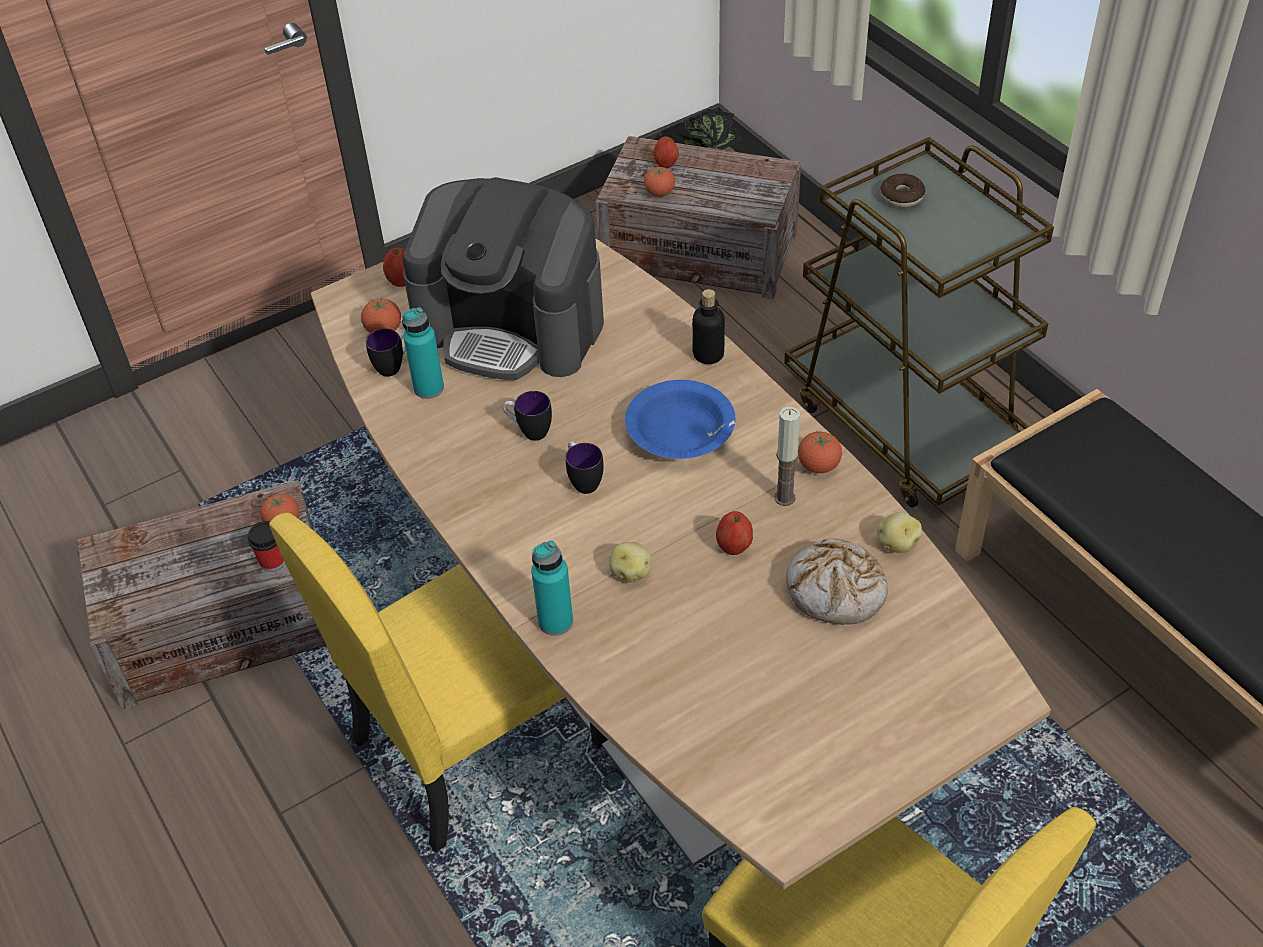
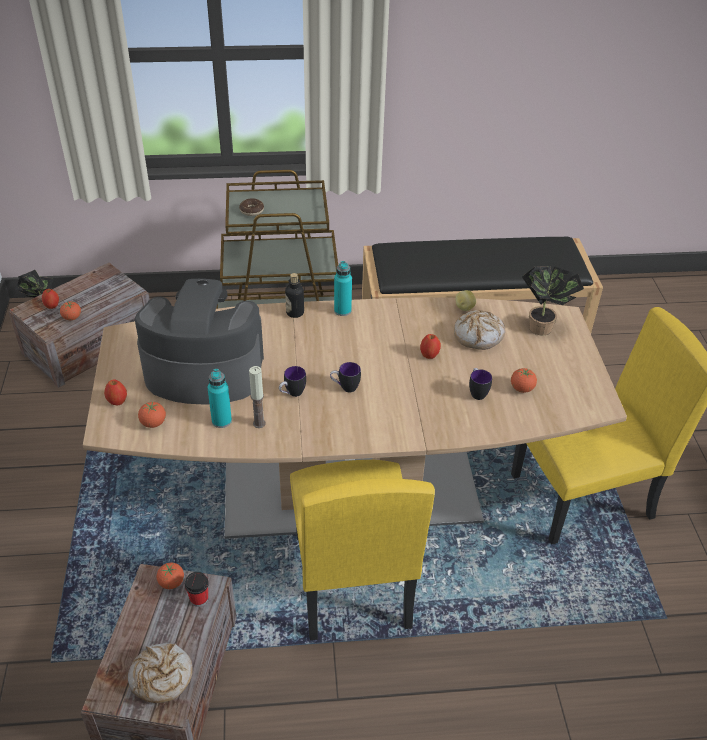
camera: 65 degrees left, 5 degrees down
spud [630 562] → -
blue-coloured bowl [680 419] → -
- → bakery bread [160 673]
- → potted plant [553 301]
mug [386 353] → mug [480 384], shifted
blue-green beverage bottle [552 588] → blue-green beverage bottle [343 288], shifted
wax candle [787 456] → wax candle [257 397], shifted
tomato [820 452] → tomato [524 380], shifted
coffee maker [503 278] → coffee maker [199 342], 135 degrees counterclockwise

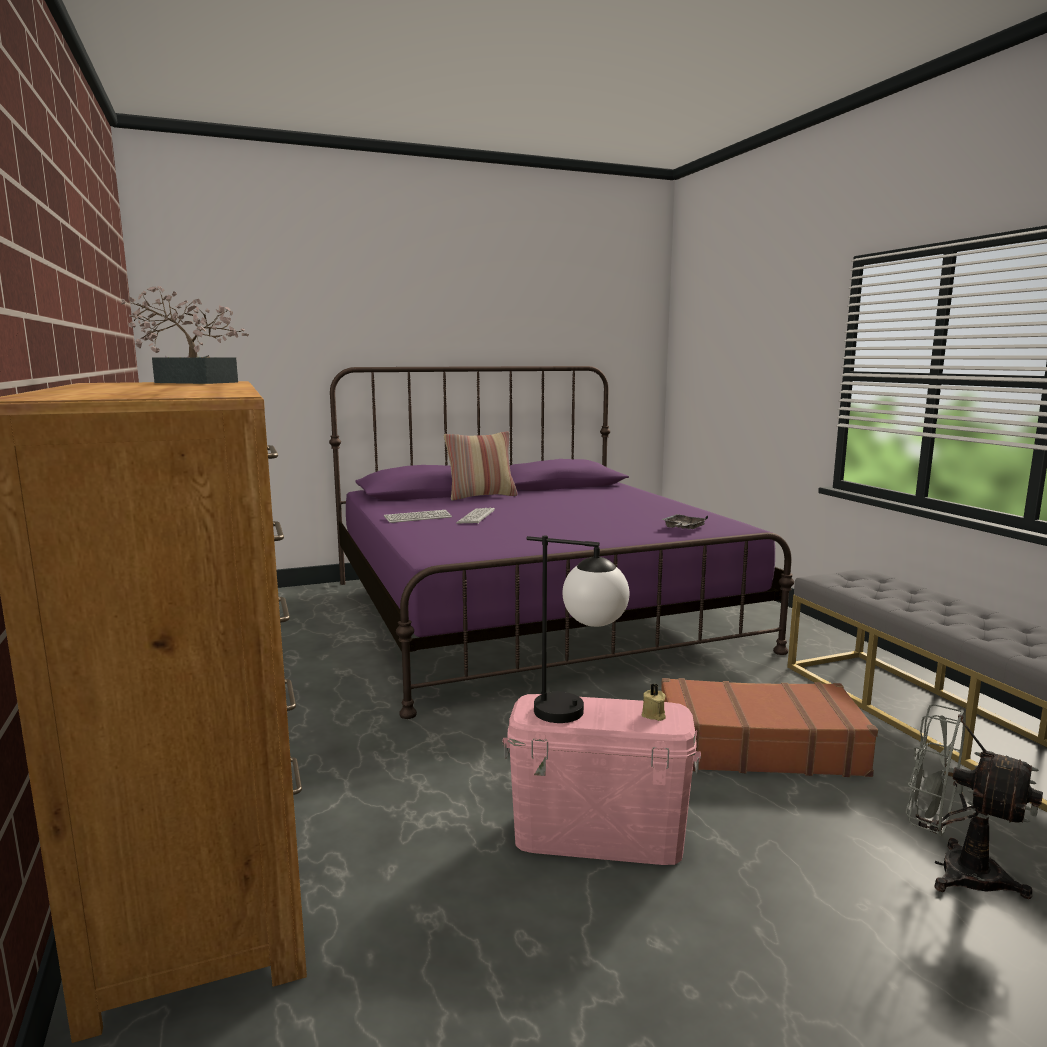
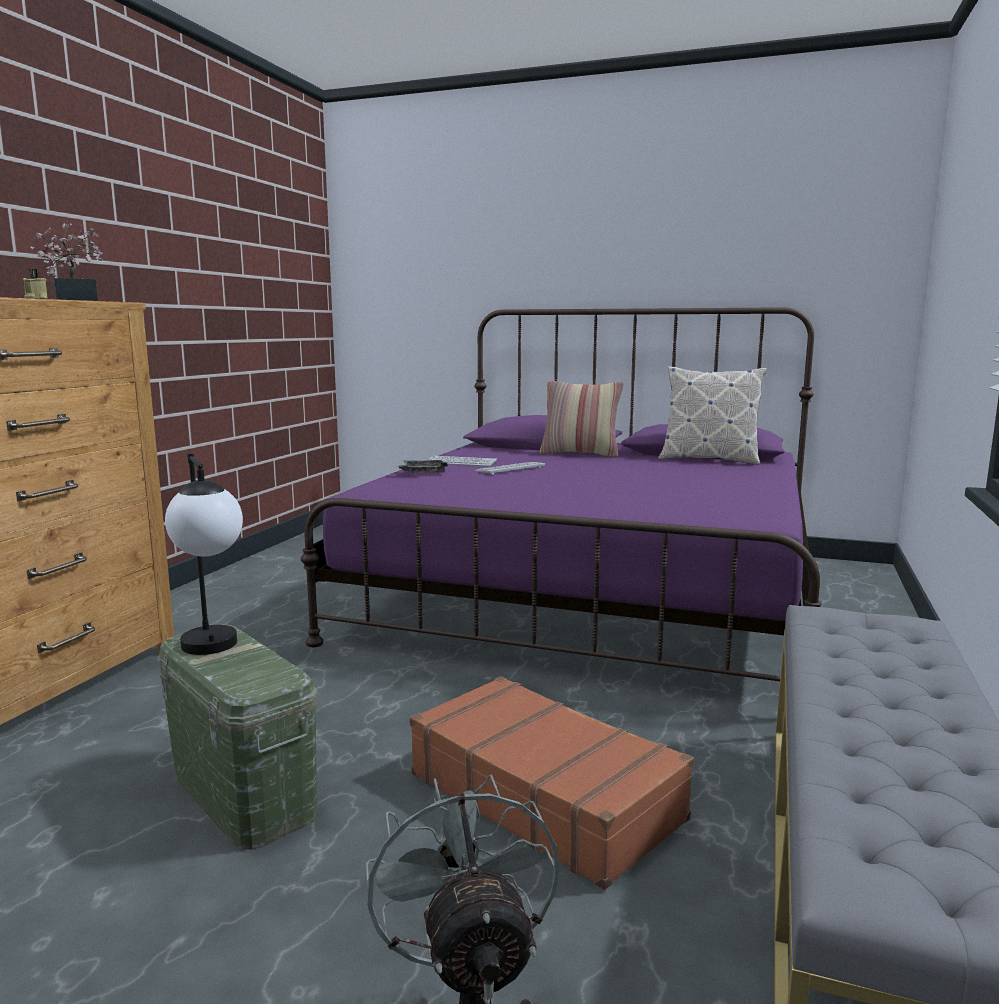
camera: 40 degrees right, 0 degrees up
- → throw pillow [712 415]
sand-coloured wax candle [653 702] → sand-coloured wax candle [35 284], shifted
greyish carrying tray [685 522] → greyish carrying tray [421 466], shifted
pink storage bin [602 779] → green-coloured storage bin [237 737]

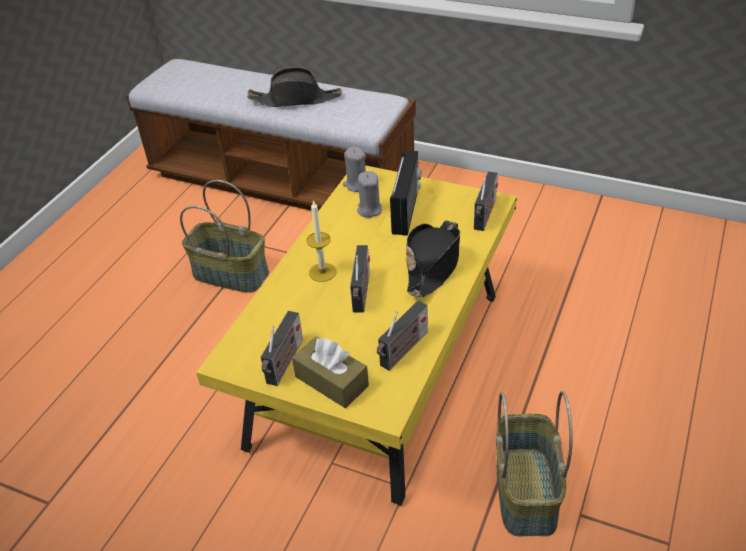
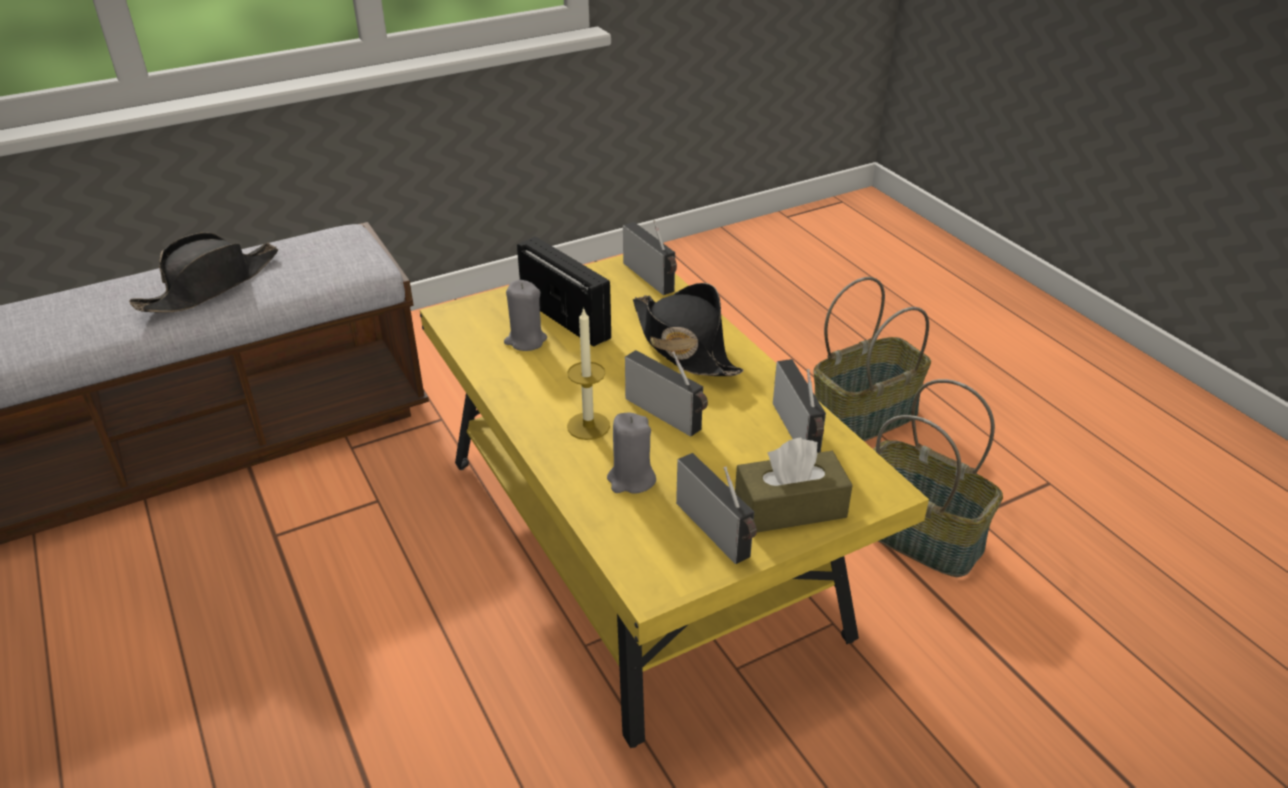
camera: 55 degrees left, 5 degrees down
storage basket [224 236] → storage basket [872 359], shifted
greyish wax candle [354 169] → greyish wax candle [631 453], shifted

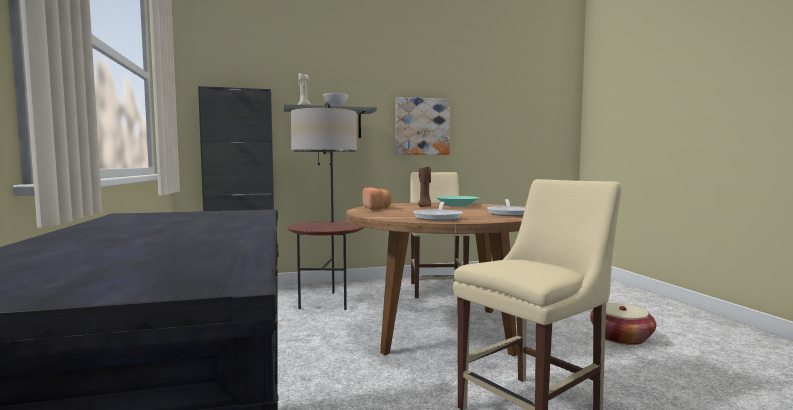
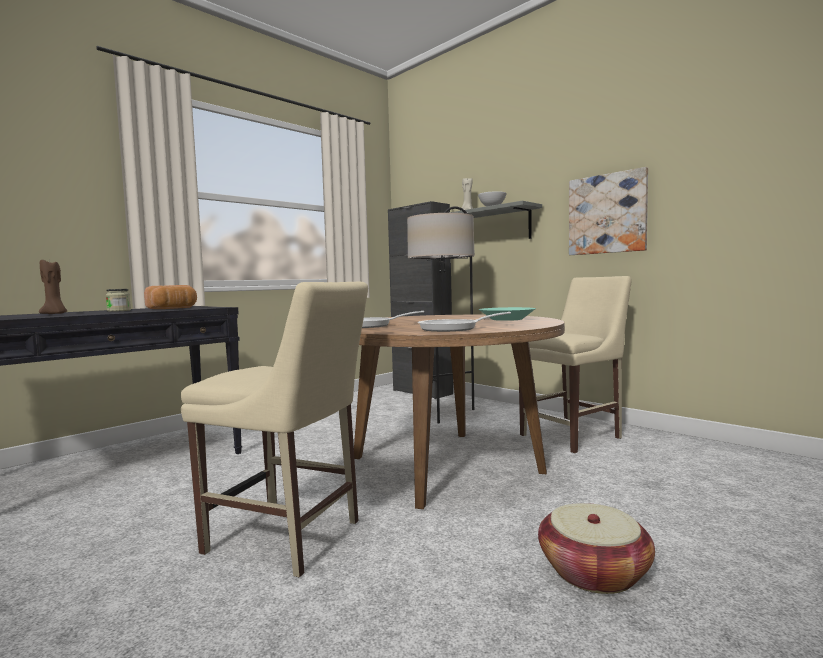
camera: 60 degrees right, 0 degrees up
- → storage jar [118 300]
bakery bread [376 198] → bakery bread [170 297], shifted
brown-coloured wax candle [424 187] → brown-coloured wax candle [53 286], shifted

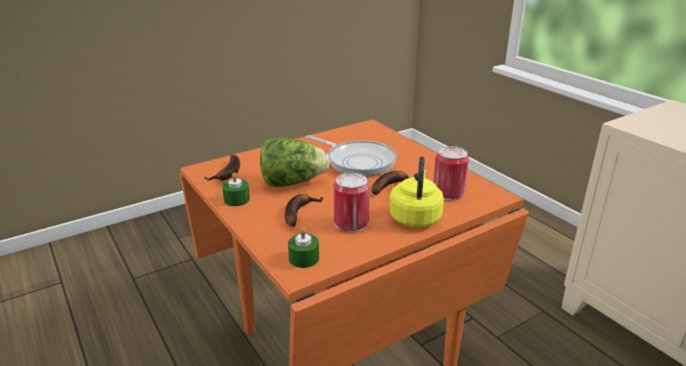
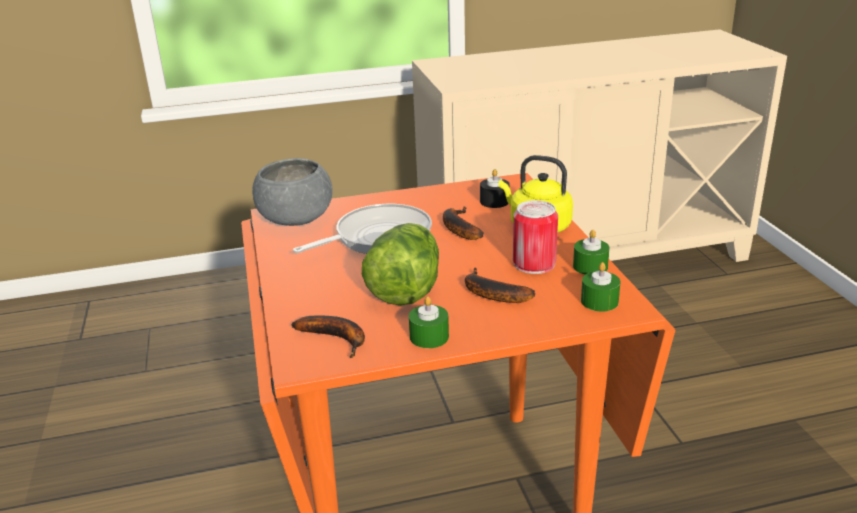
camera: 70 degrees left, 0 degrees up
- → greyish bowl [292 192]
- → green-coloured wax candle [591 252]
can [451 173] → blackish wax candle [495 188]

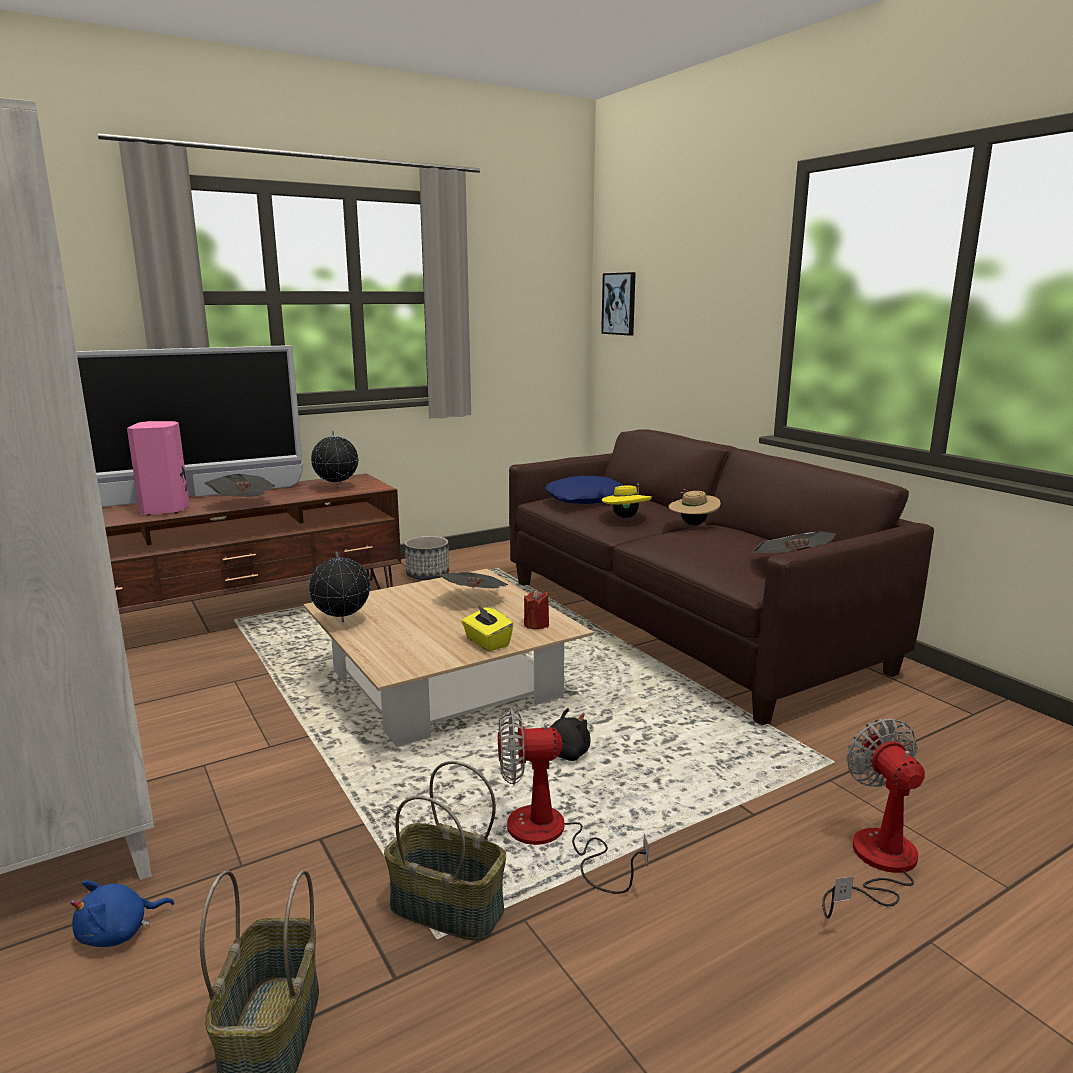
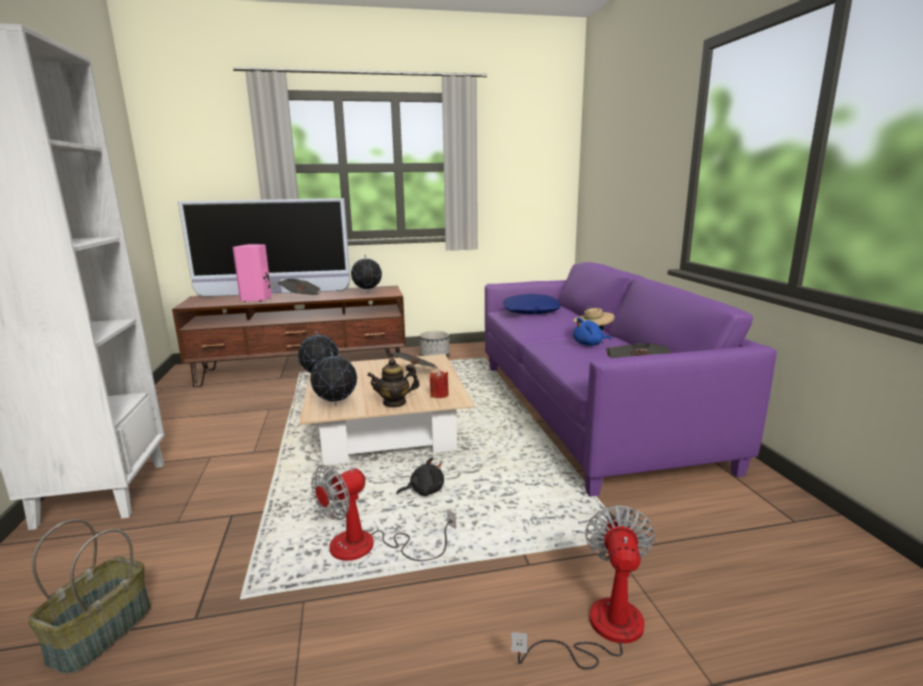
camera: 20 degrees right, 0 degrees up
storage basket [445 851] → -
wall picture [618 304] → -
yellow wearable hat [627 501] → -
- → world globe [333 378]
blue-coloured plush toy [122 914] → blue-coloured plush toy [592 331], shifted
yellow box of tissues [487 627] → pot for tea [393 382]
brown-coloured settee [721 577] → purple settee [631 379]
electric fan [573 801] → electric fan [383 513], 60 degrees counterclockwise

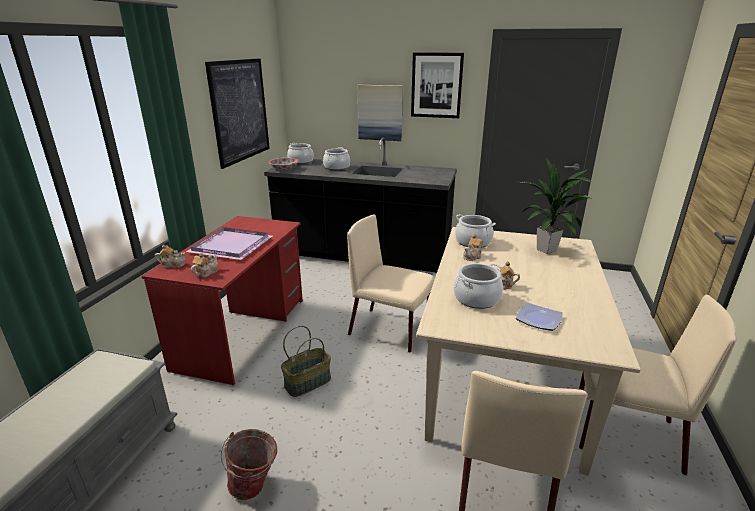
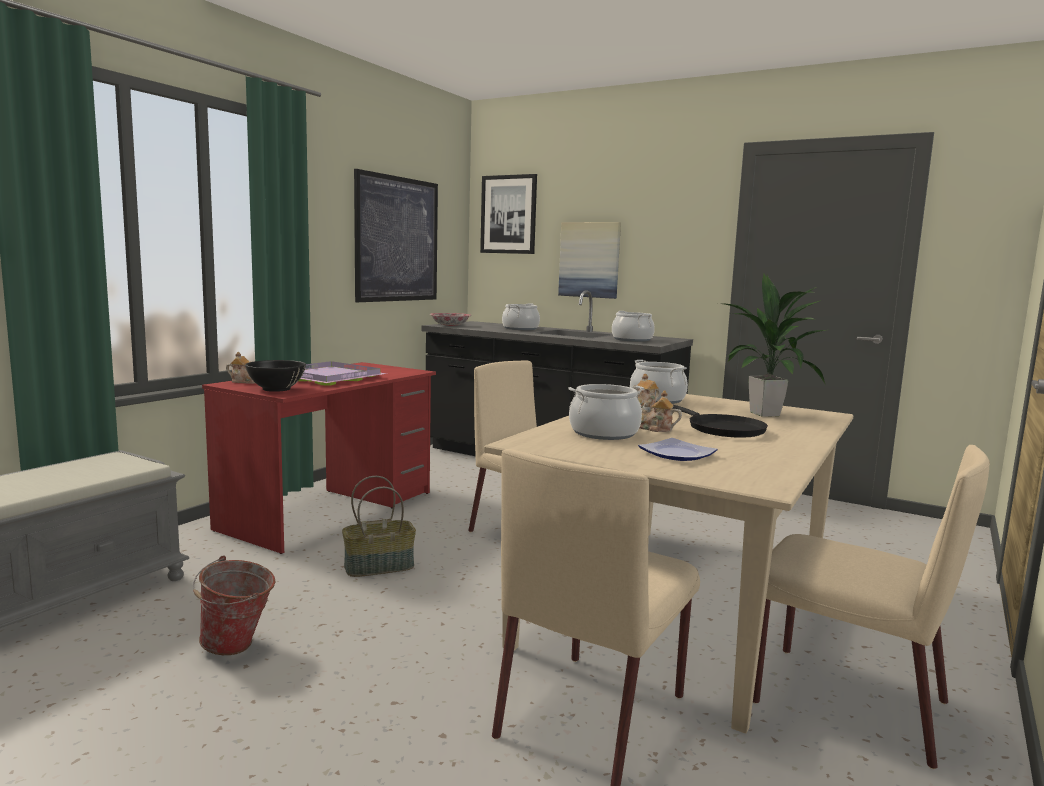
camera: 15 degrees right, 15 degrees down
- → blackish skillet [720 421]
stockpot [300 153] → stockpot [633 326], shifted
wall picture [437 85] → wall picture [508 214], shifted
pot for tea [204 265] → blackish bowl [275 376]

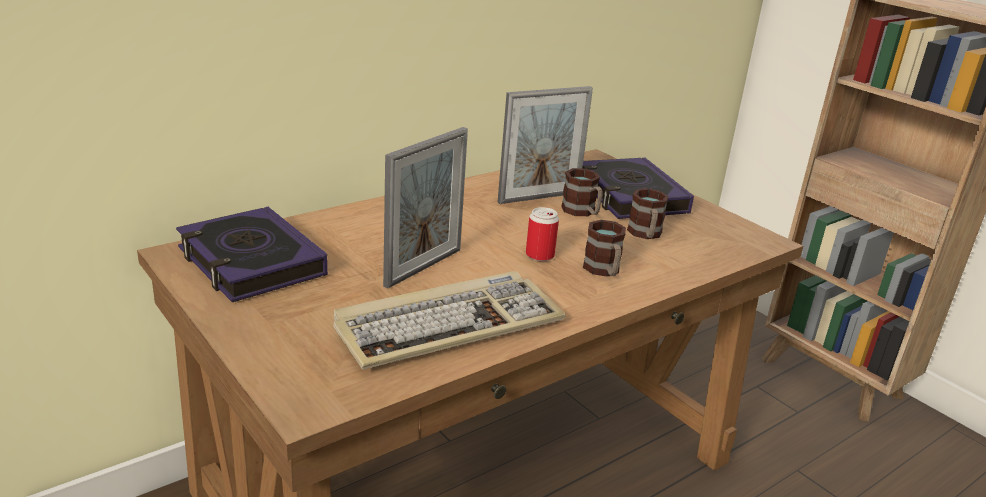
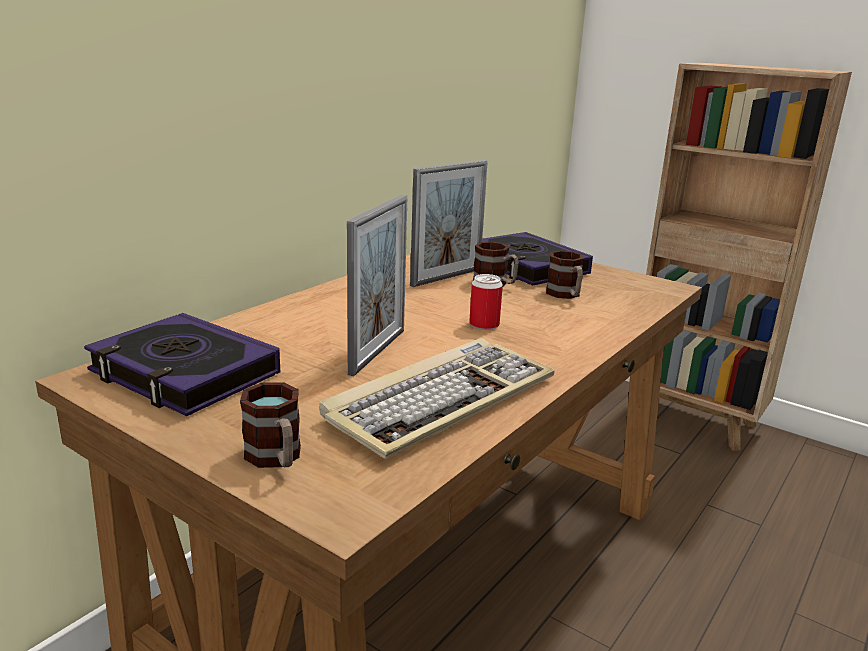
camera: 15 degrees left, 5 degrees down
mug [604 248] → mug [270 425], shifted

